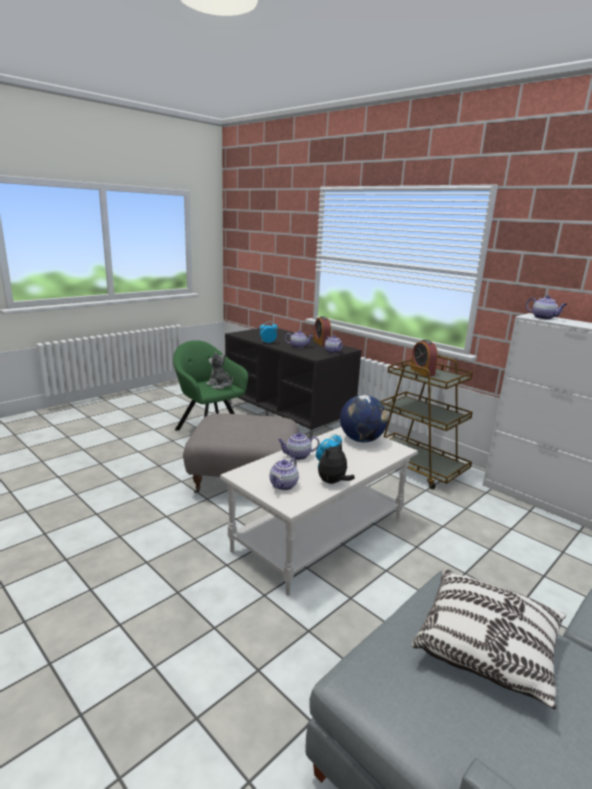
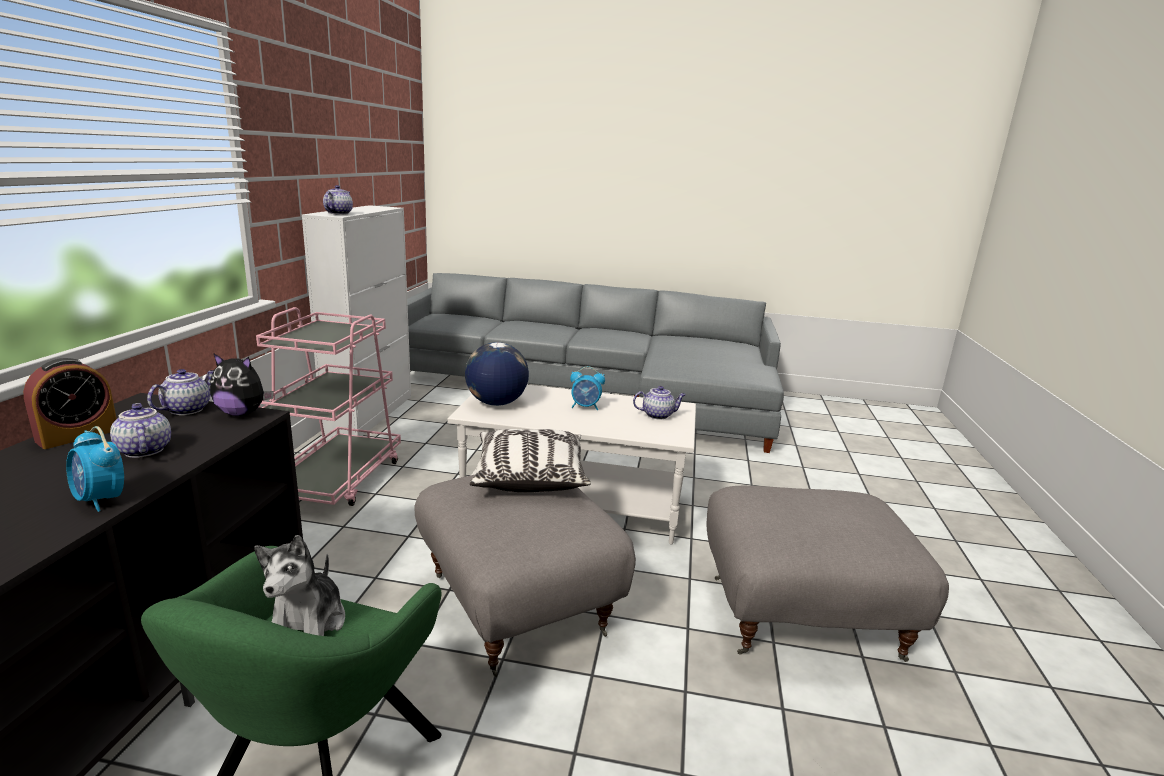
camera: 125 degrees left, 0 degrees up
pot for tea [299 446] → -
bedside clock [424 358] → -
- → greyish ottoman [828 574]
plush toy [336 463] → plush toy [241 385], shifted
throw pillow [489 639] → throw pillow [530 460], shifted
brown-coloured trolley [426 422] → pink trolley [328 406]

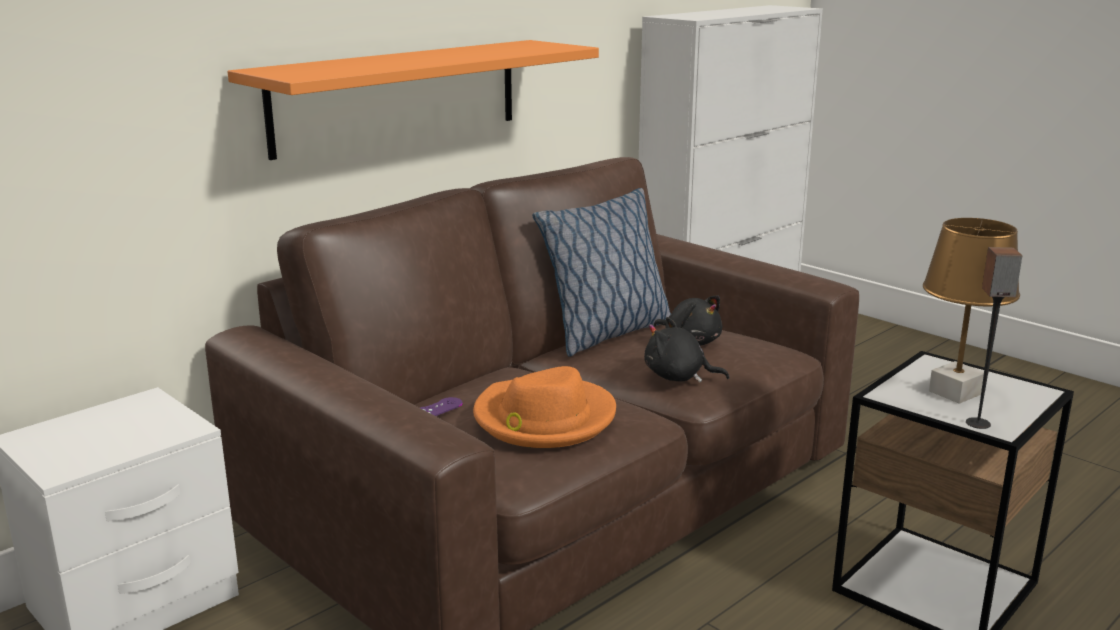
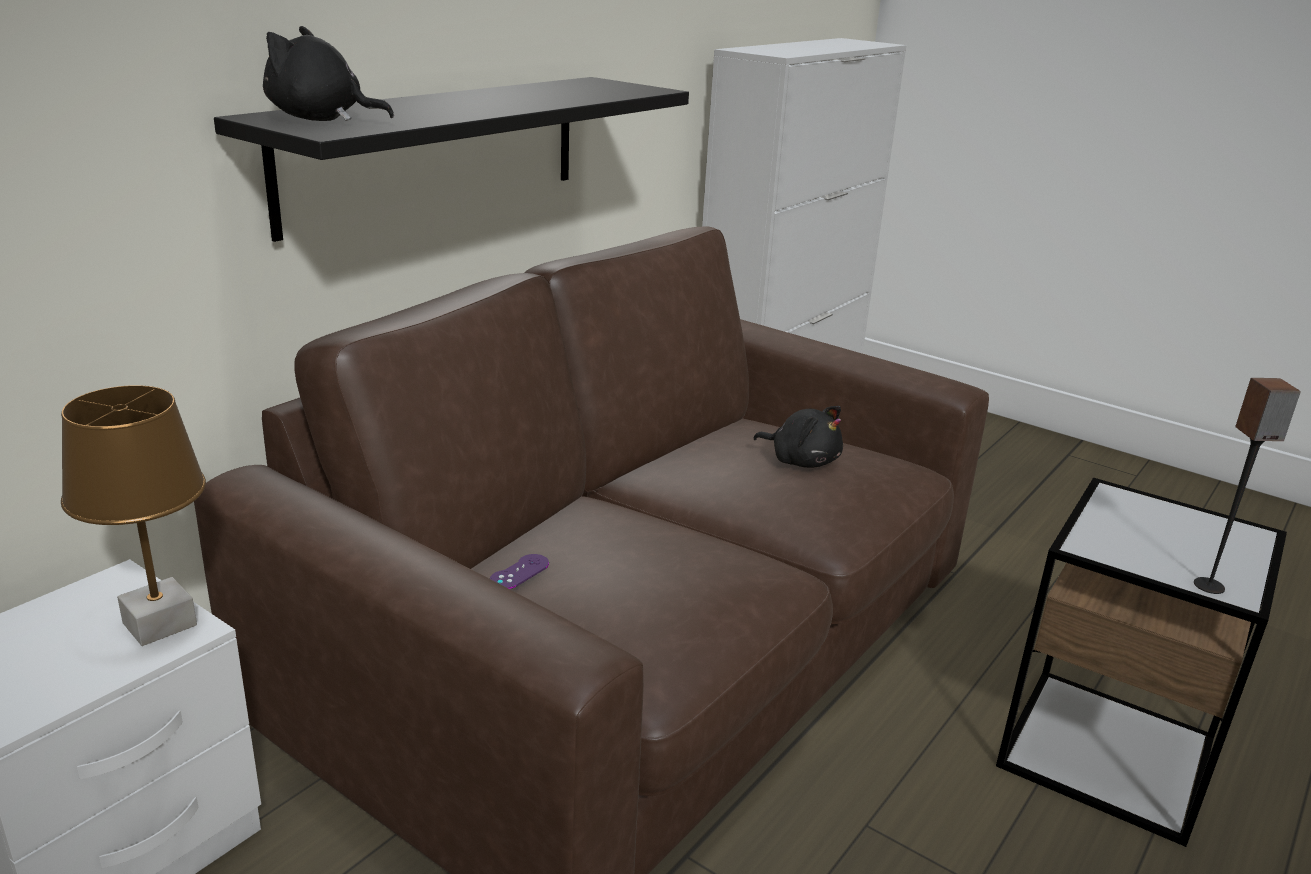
camera: 10 degrees left, 5 degrees up
orange-coloured wearable hat [544 407] → -
throw pillow [601 272] → -
blackish plush toy [686 349] → blackish plush toy [328 73], shifted
brown-coloured table lamp [971 311] → brown-coloured table lamp [133 515], shifted
orange-coloured bracket shelf [413 100] → blackish bracket shelf [451 159]

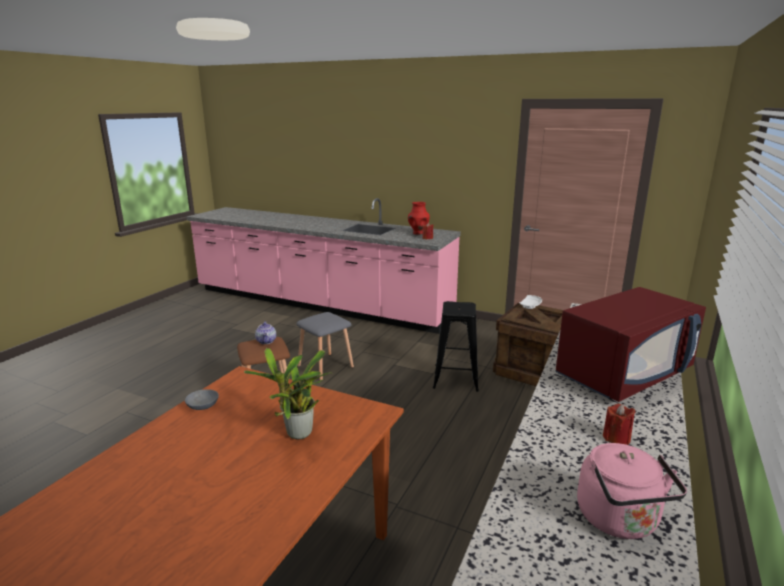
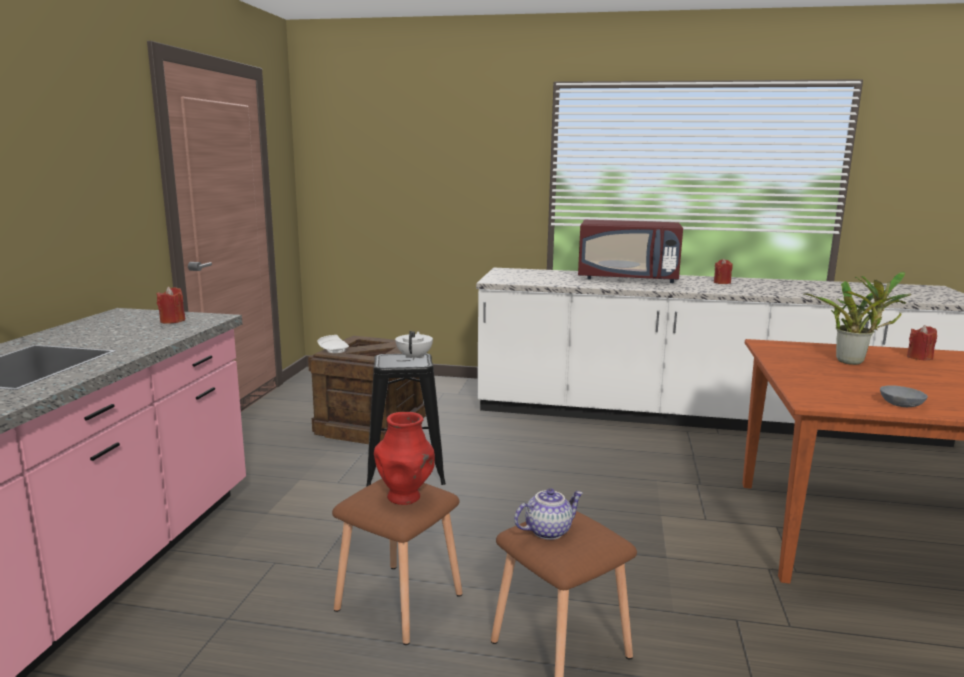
camera: 105 degrees left, 5 degrees down
pink tea kettle [632 491] → -
- → white-coloured pot for tea [414 345]
- → red-coloured wax candle [922 343]
red-coloured flower vase [419 218] → red-coloured flower vase [404 458], shifted
greyish stool seat [325 346] → brown-coloured stool seat [397 562]
red-coloured kitchen microwave [630 344] → red-coloured kitchen microwave [630 251], 150 degrees clockwise

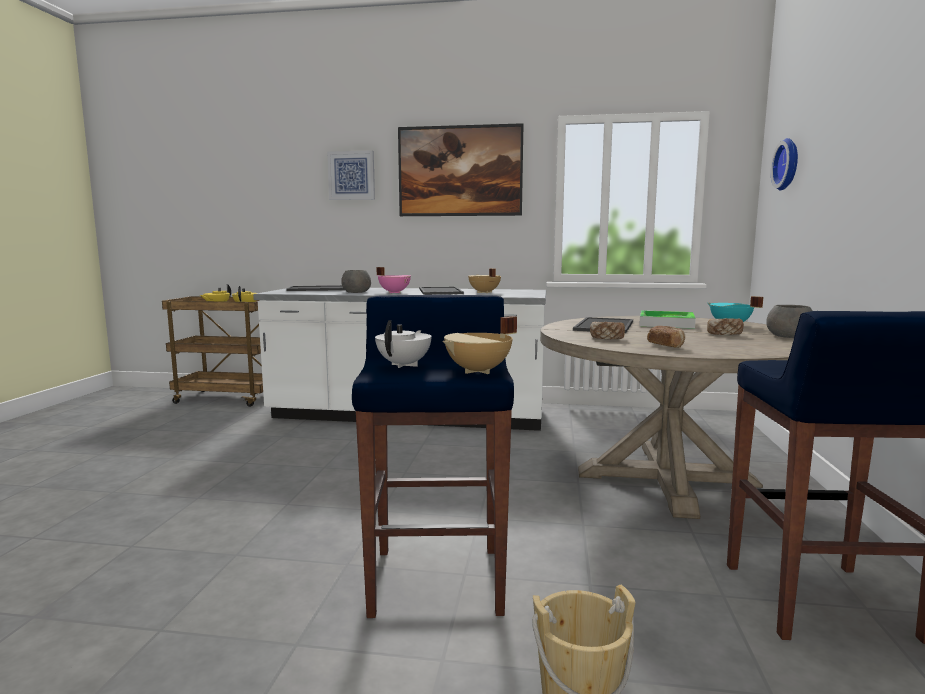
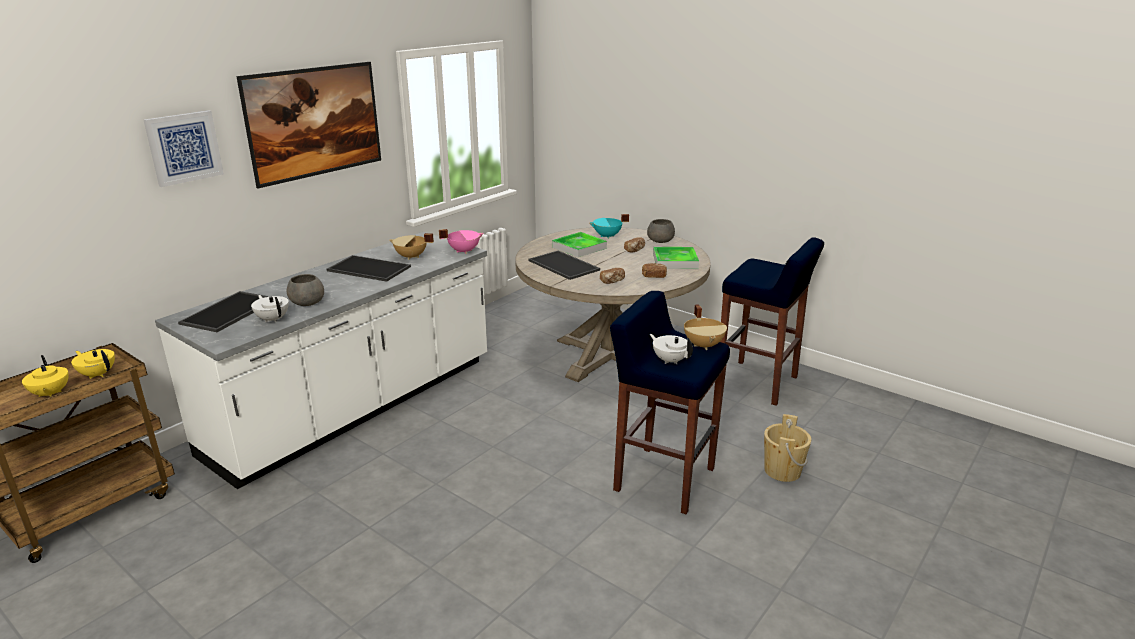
camera: 60 degrees left, 15 degrees up
clock on the wall [784 164] → -
- → white-coloured pot for tea [270 308]
- → carrying tray [676 258]
pink stockpot [394 280] → pink stockpot [461 241], shifted

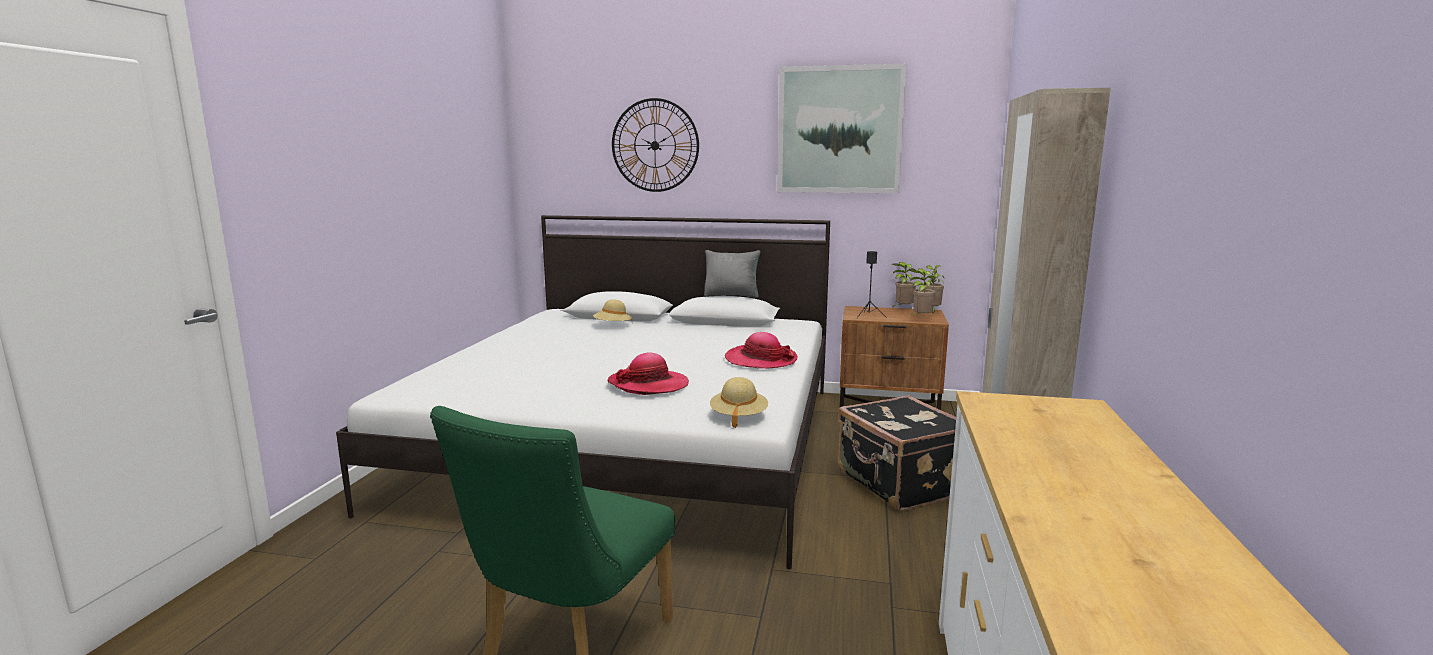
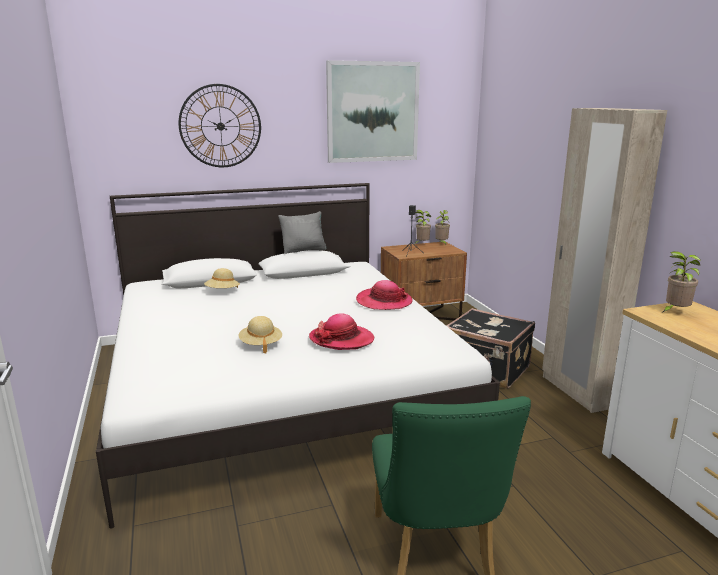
camera: 30 degrees left, 5 degrees up
sand-coloured wearable hat [739 402] → sand-coloured wearable hat [260 334], shifted
potted plant [923 292] → potted plant [682 281], shifted

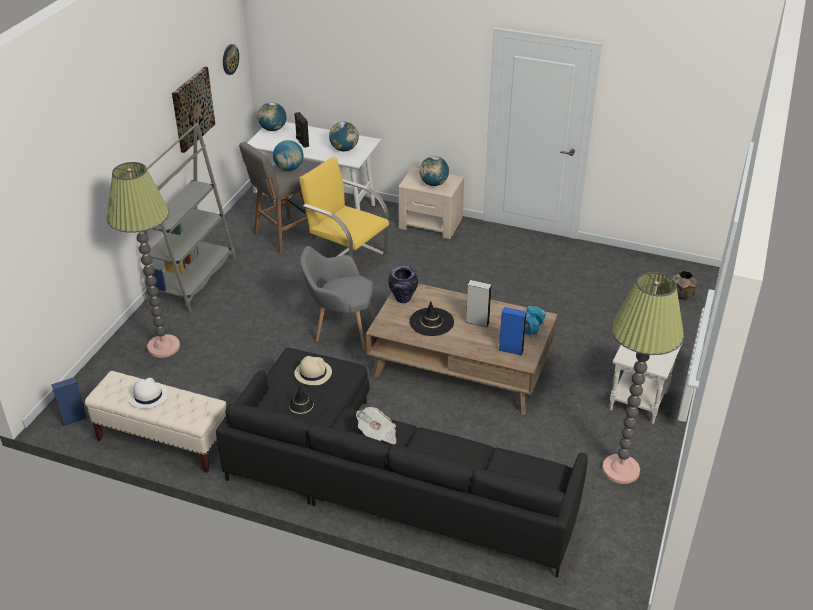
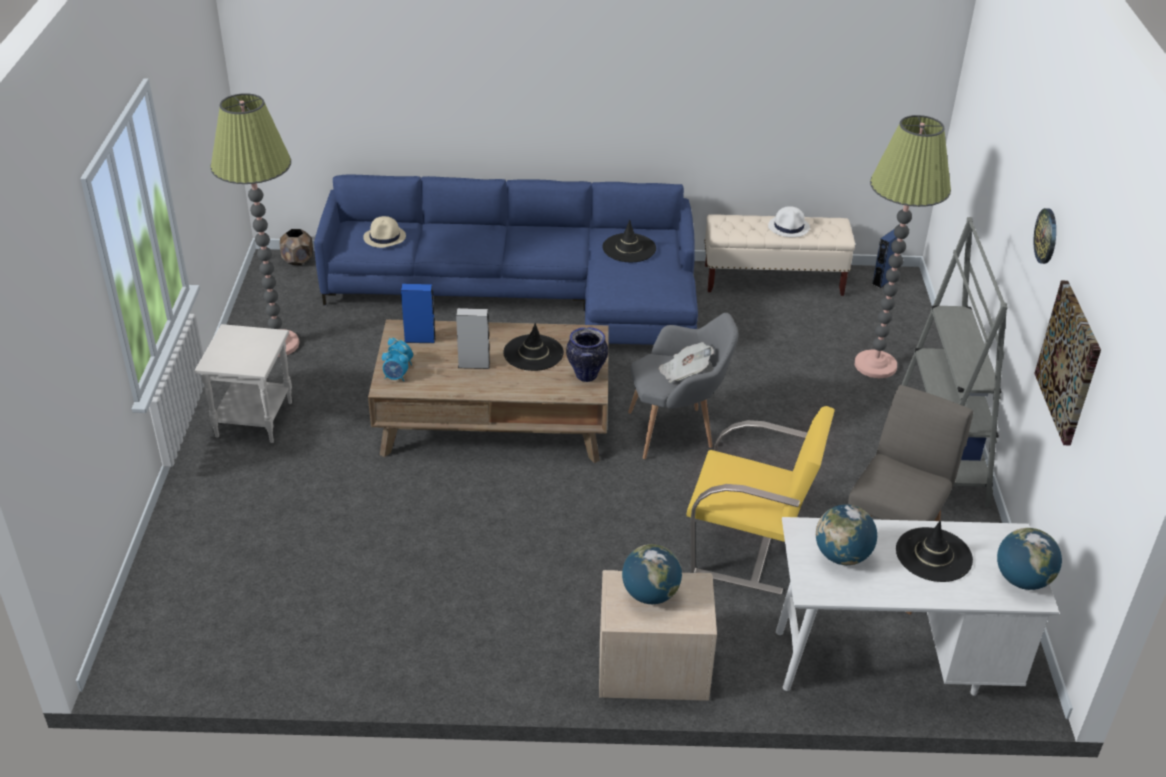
camera: 160 degrees right, 0 degrees up
world globe [288 155] → -
clock on the wall [231 59] → clock on the wall [1045 236], shifted
sand-coloured wearable hat [313 370] → sand-coloured wearable hat [384 232], shifted
printed paper [376 425] → printed paper [686 362], shifted
brown-coloured flower pot [685 285] → brown-coloured flower pot [296 247], shifted
blackish loudspeaker [301 130] → blackish wearable hat [934 551]
blackish settee [402 463] → blue-coloured settee [506 260]

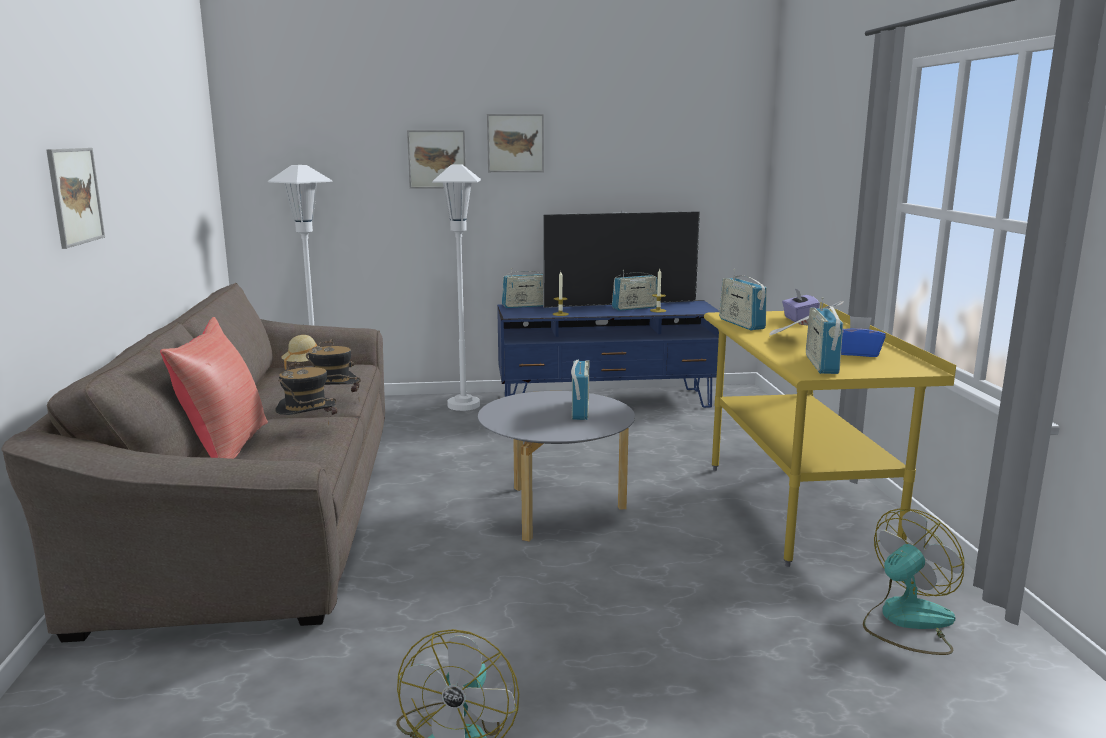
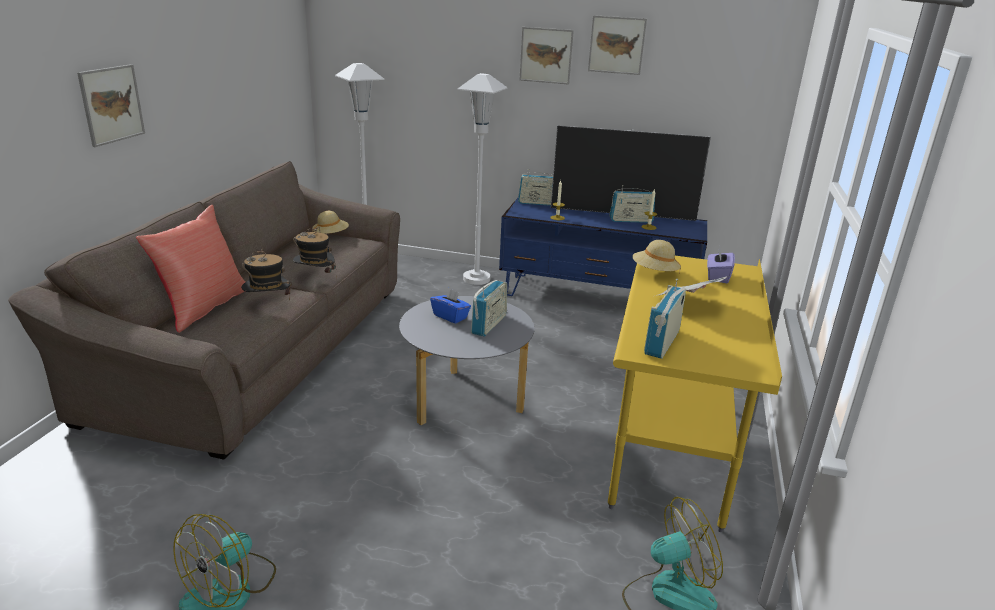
camera: 20 degrees right, 10 degrees up
wall picture [436 159] → wall picture [617 45], shifted
blue-coloured box of tissues [863 336] → blue-coloured box of tissues [450 305], shifted
radio [743 299] → sand-coloured wearable hat [656 257]

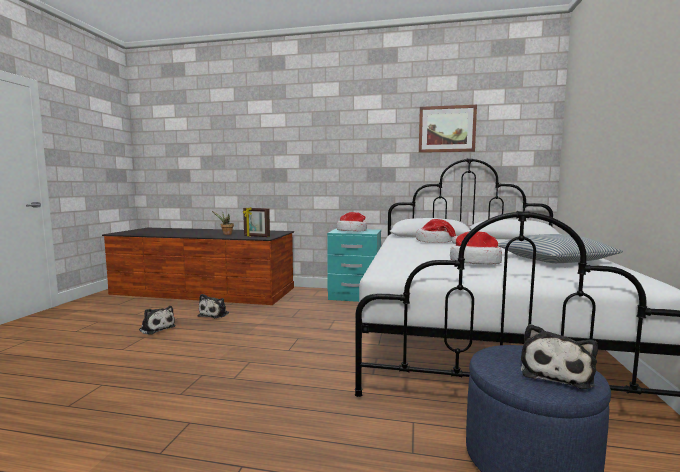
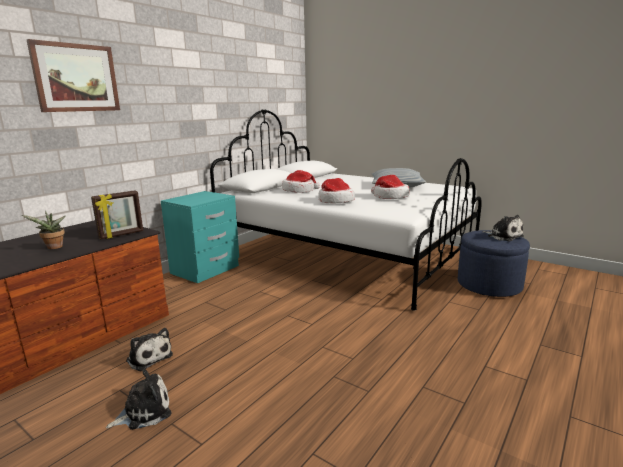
camera: 65 degrees left, 10 degrees up
wearable hat [352 222] → wearable hat [337 190], shifted
wall picture [448 129] → wall picture [73 75], shifted

